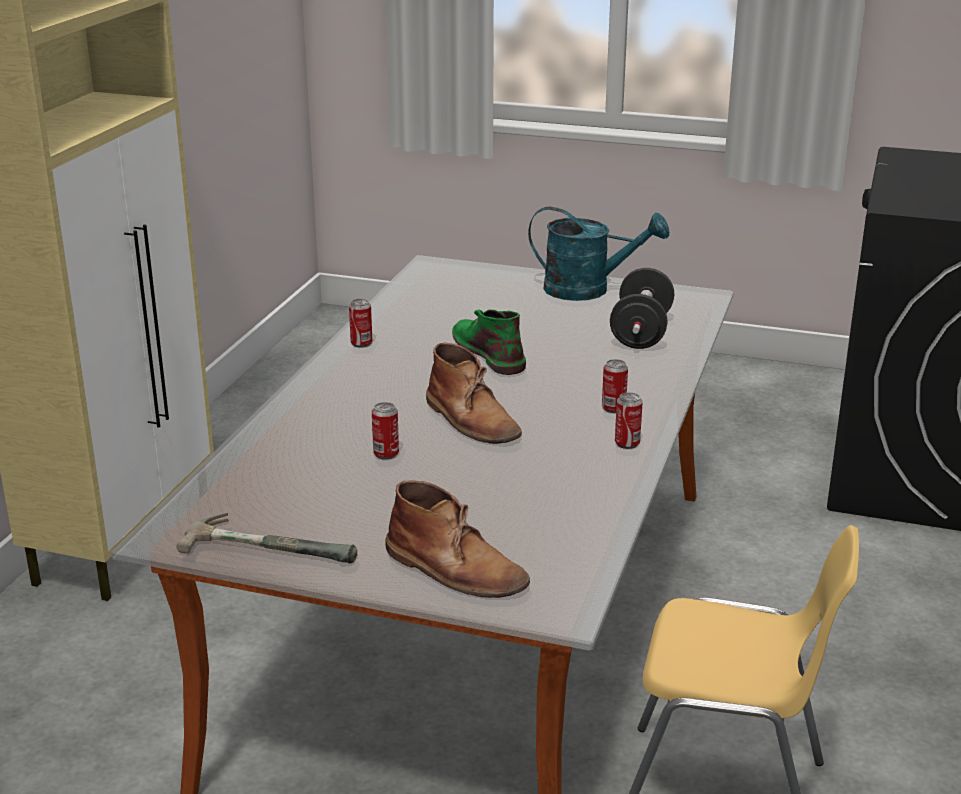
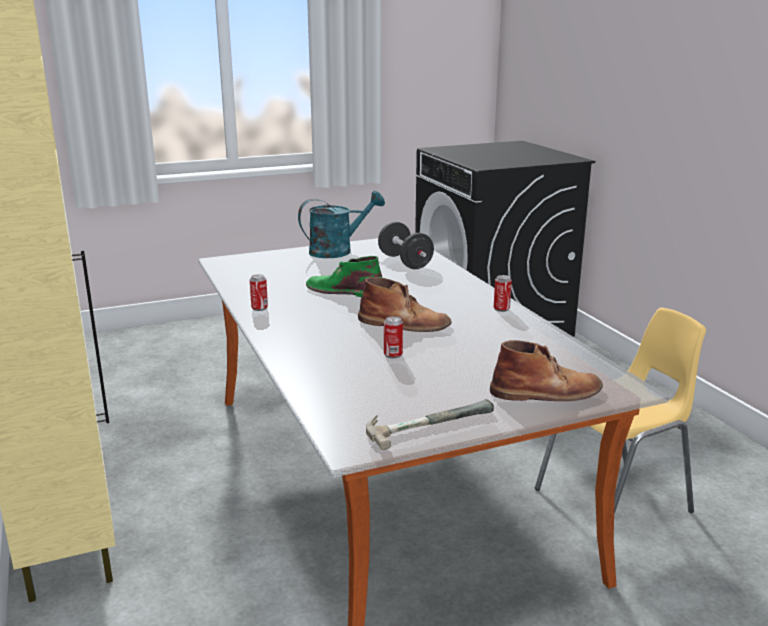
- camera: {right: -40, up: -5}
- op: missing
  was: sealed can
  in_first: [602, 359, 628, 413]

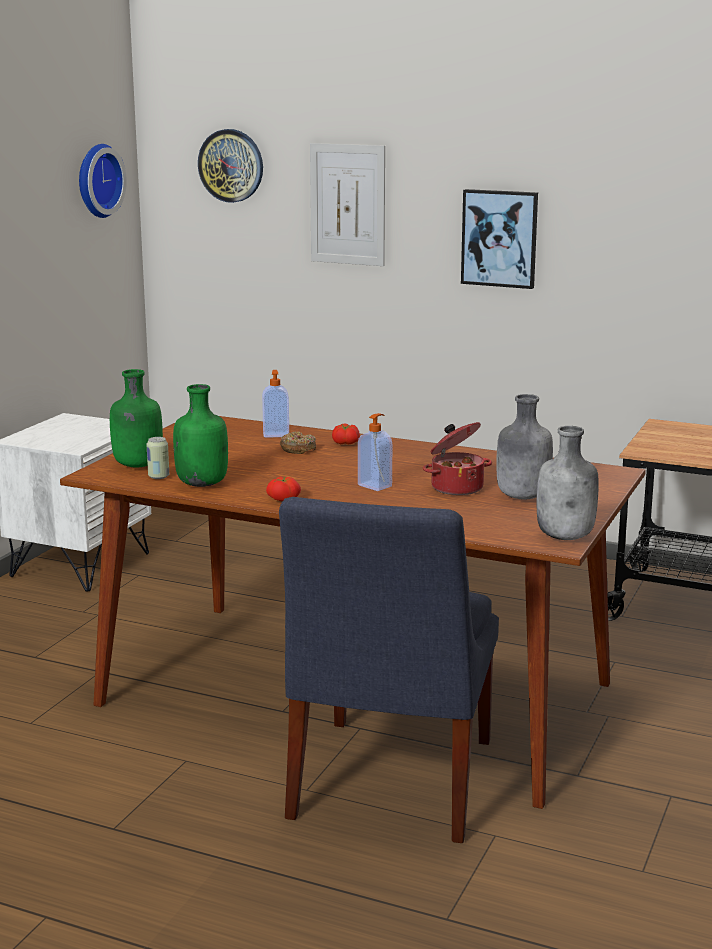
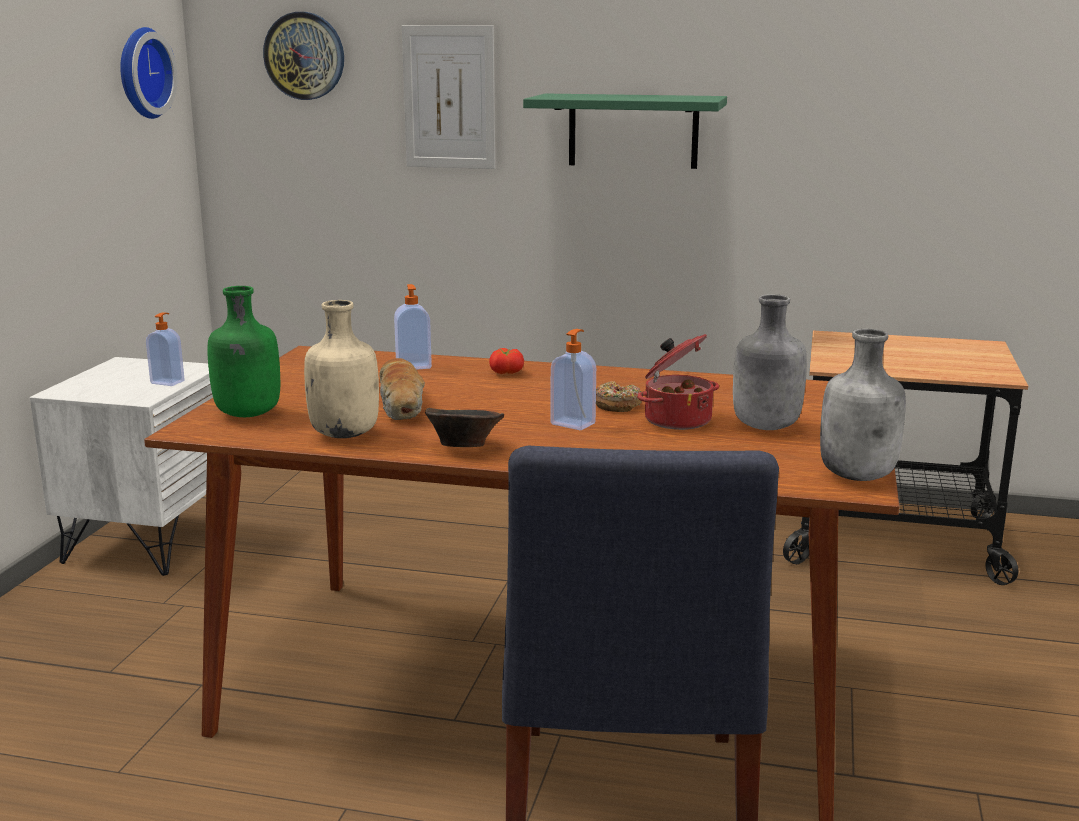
- camera: {right: -10, up: 0}
- op: appeared
  now: soap dispenser
  in_second: [146, 312, 185, 386]
- op: colour
  was: green-coloured bottle
  now: sand-coloured bottle
  in_first: [173, 384, 228, 487]
  in_second: [304, 300, 379, 438]
- op: appeared
  now: bakery bread
  in_second: [380, 358, 425, 420]
- op: exchanged
  was: whole tomato
  now: brown bowl
  in_first: [266, 476, 301, 501]
  in_second: [425, 408, 504, 447]
- op: exchanged
  was: wall picture
  now: green-coloured bracket shelf
  in_first: [461, 189, 538, 289]
  in_second: [523, 94, 727, 169]
- op: relocated
  was: donut
  in_first: [280, 431, 316, 454]
  in_second: [596, 381, 642, 412]
- op: missing
  was: sealed can
  in_first: [146, 437, 169, 479]

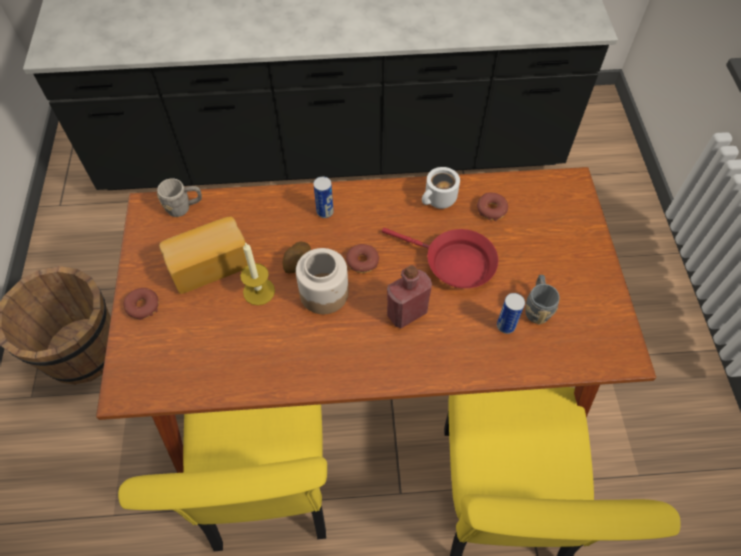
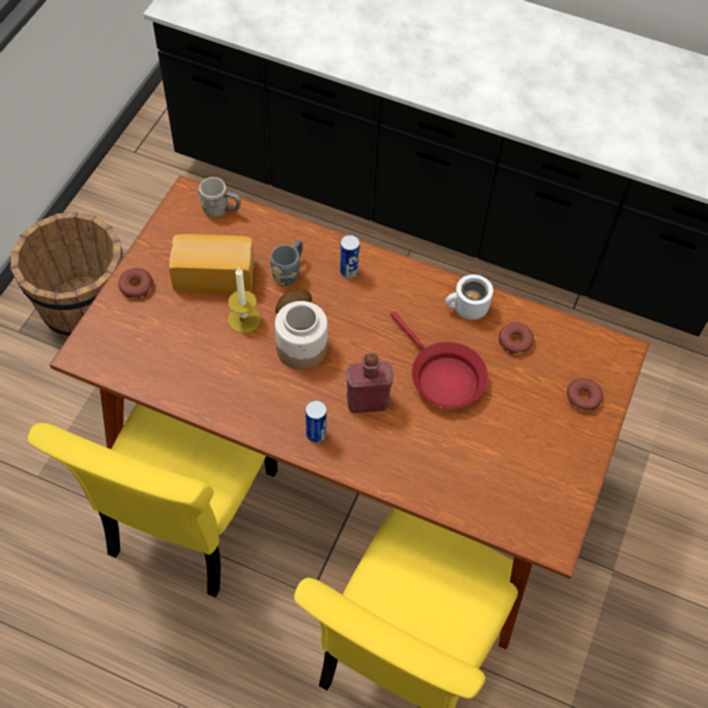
- camera: {right: 25, up: 0}
- op: relocated
  was: greyish tea mug
  in_first: [525, 275, 560, 325]
  in_second: [270, 240, 303, 286]
- op: relocated
  was: sealed can
  in_first: [497, 293, 525, 334]
  in_second: [306, 400, 327, 443]
- op: relocated
  was: donut
  in_first: [346, 244, 379, 273]
  in_second: [567, 378, 603, 411]

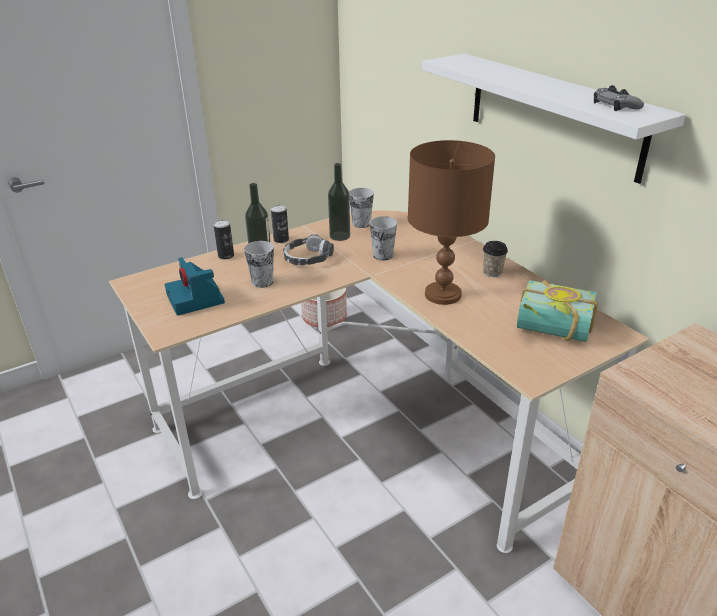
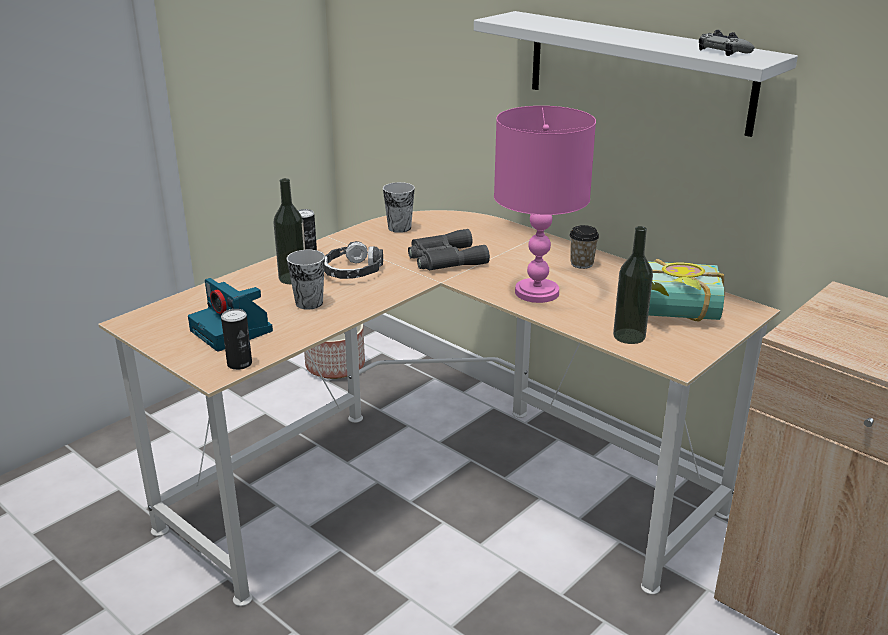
- camera: {right: -15, up: -5}
- op: relocated
  was: sealed can
  in_first: [214, 220, 234, 259]
  in_second: [221, 309, 252, 370]
- op: exchanged
  was: small cup
  now: greyish field glasses
  in_first: [370, 216, 397, 261]
  in_second: [408, 229, 490, 270]
- op: colour
  was: brown tabletop lamp
  now: pinkish tabletop lamp
  in_first: [408, 140, 495, 305]
  in_second: [494, 106, 596, 303]
- op: relocated
  was: bottle
  in_first: [328, 163, 350, 241]
  in_second: [613, 226, 653, 344]

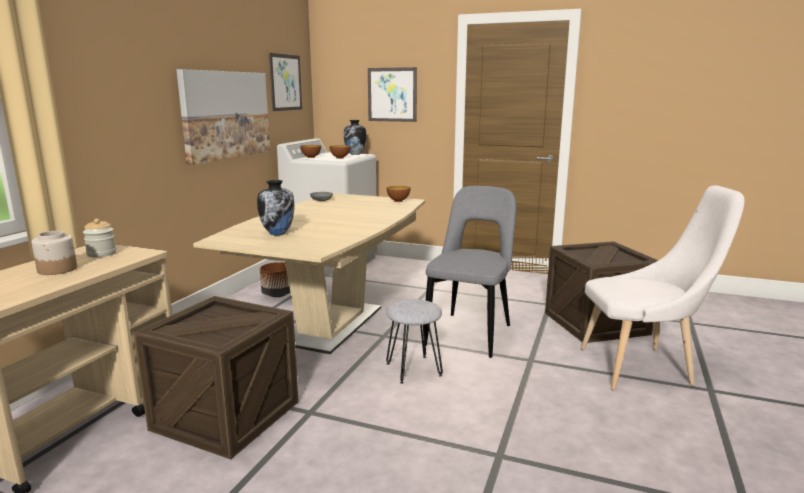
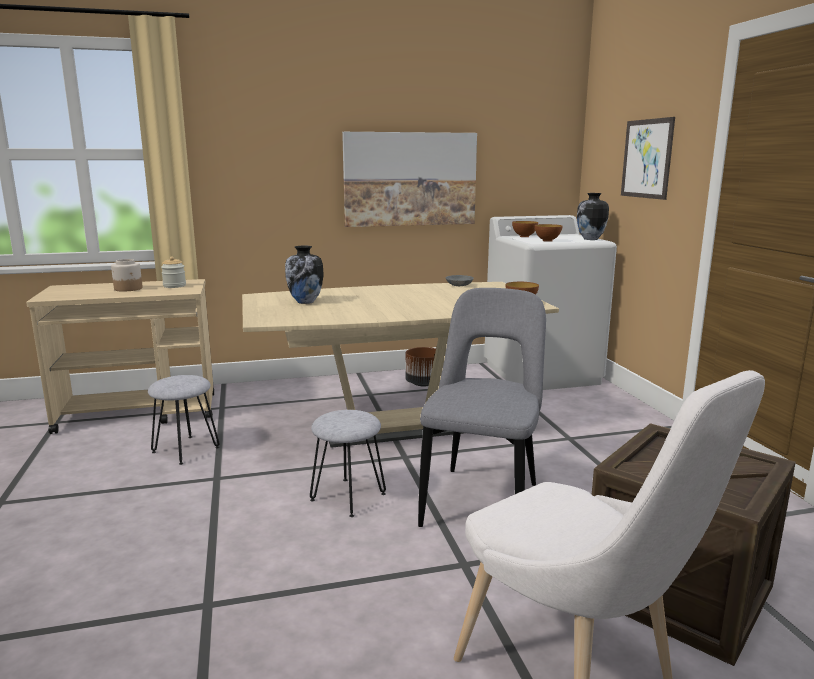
- camera: {right: 55, up: 0}
- op: exchanged
  was: shipping crate
  now: greyish stool seat
  in_first: [133, 296, 299, 459]
  in_second: [148, 375, 220, 465]
- op: spun
  was: greyish plain chair
  in_first: [424, 186, 517, 358]
  in_second: [418, 288, 546, 527]
  clockwise: -60
- op: missing
  was: wall picture
  in_first: [269, 53, 302, 111]

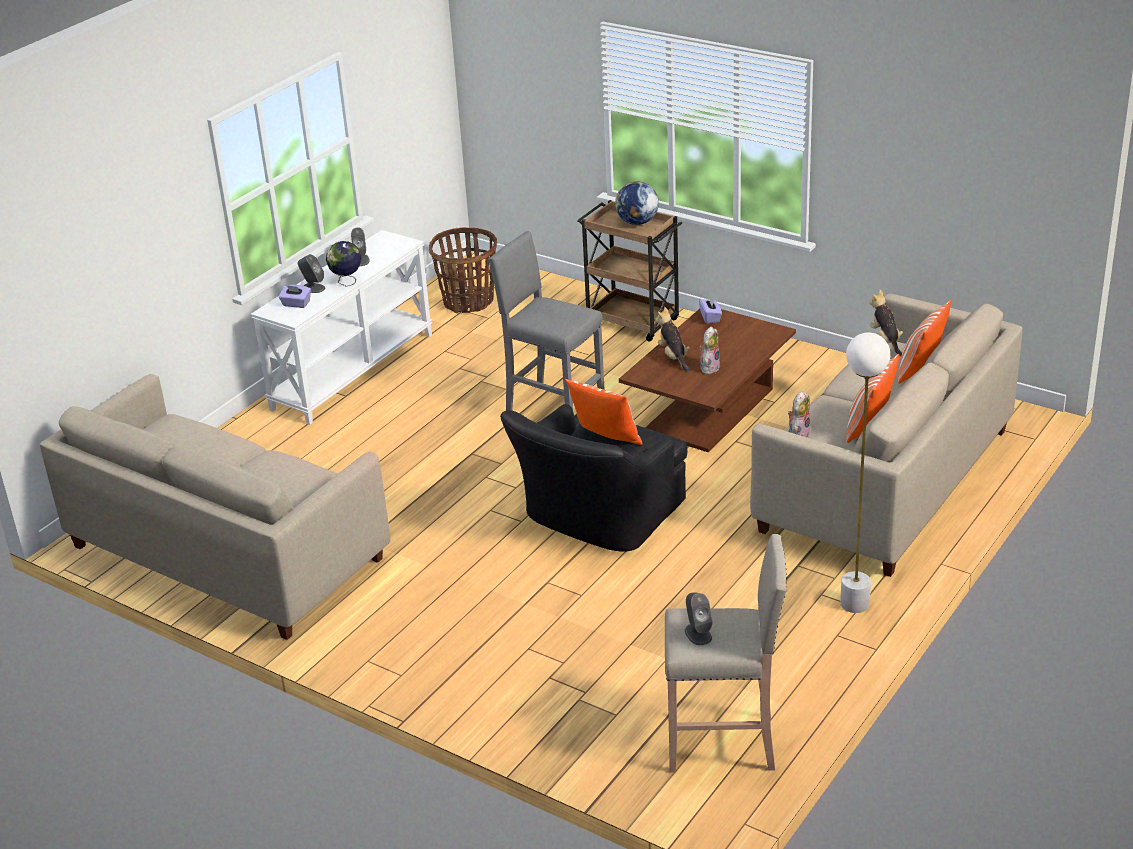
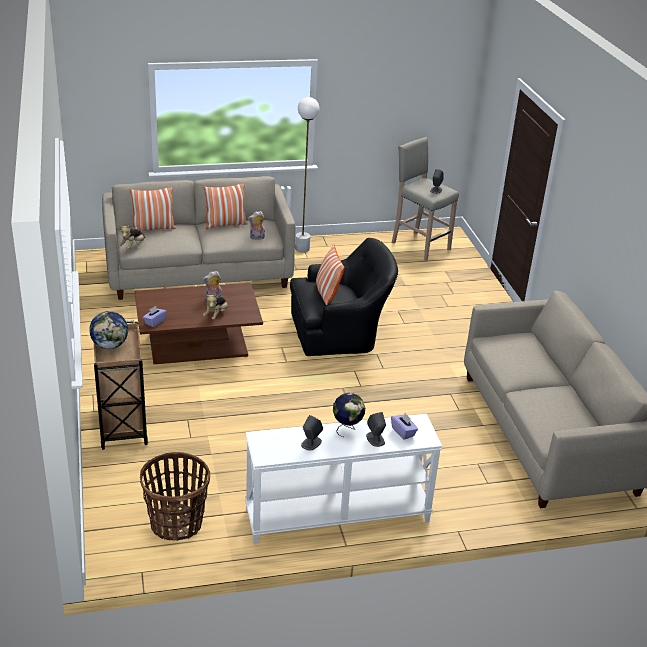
- camera: {right: -140, up: 0}
- op: missing
  was: greyish stool seat
  in_first: [488, 231, 605, 411]

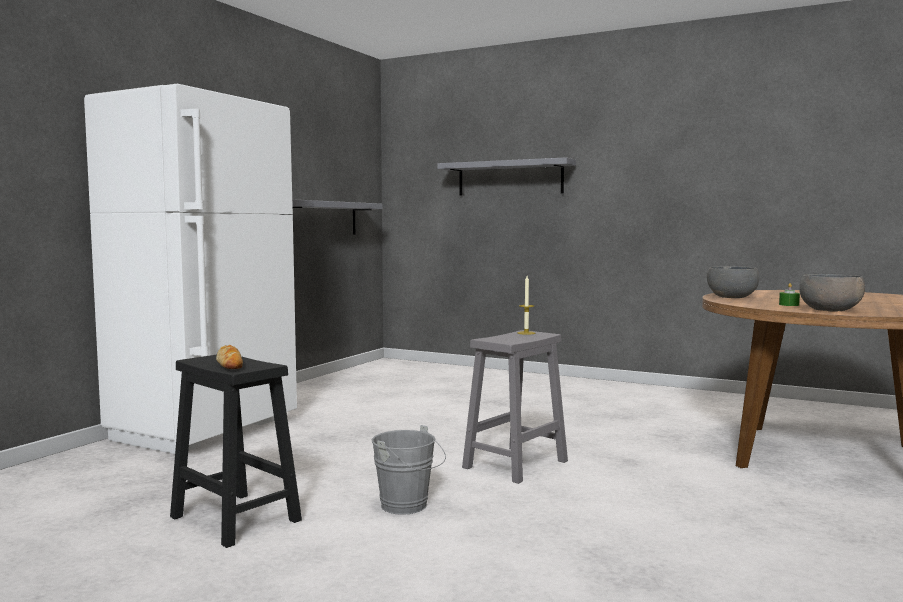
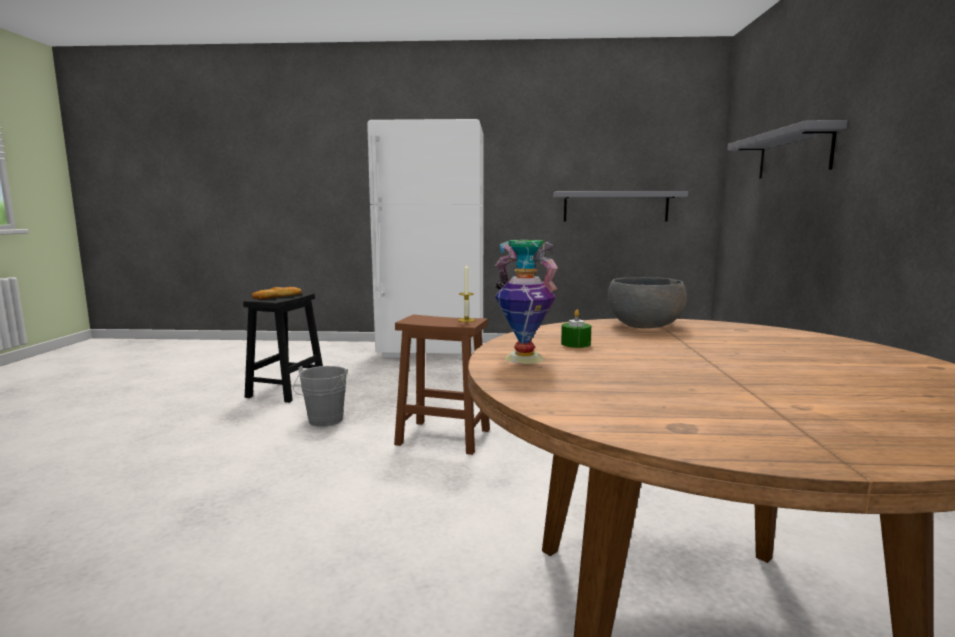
- camera: {right: 65, up: 5}
- op: colour
  was: greyish stool seat
  now: brown stool seat
  in_first: [462, 330, 568, 484]
  in_second: [394, 315, 490, 455]
- op: exchanged
  was: greyish bowl
  now: flower vase
  in_first: [799, 274, 865, 311]
  in_second: [495, 240, 558, 364]

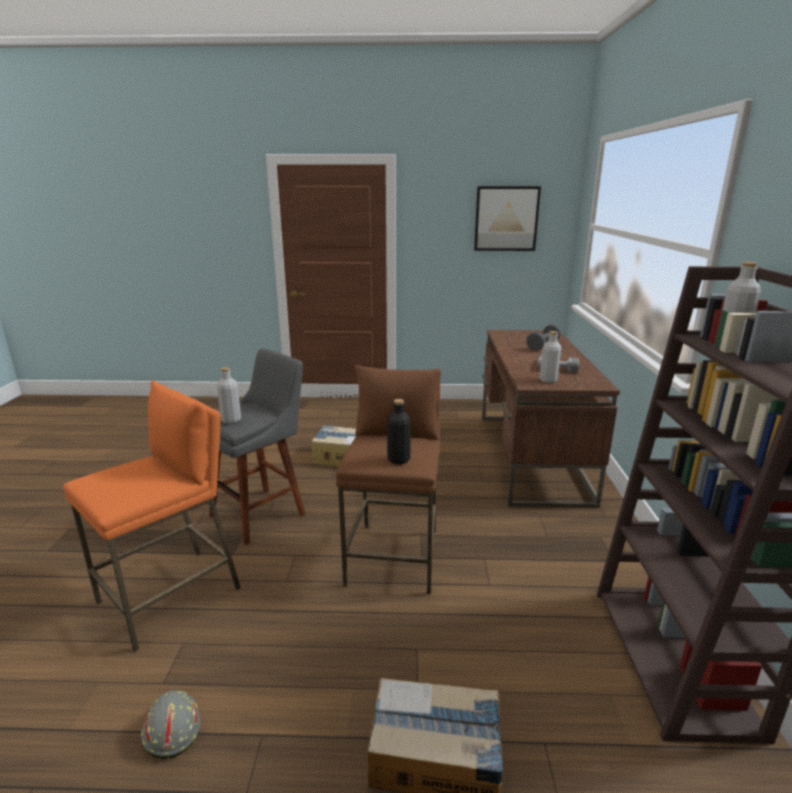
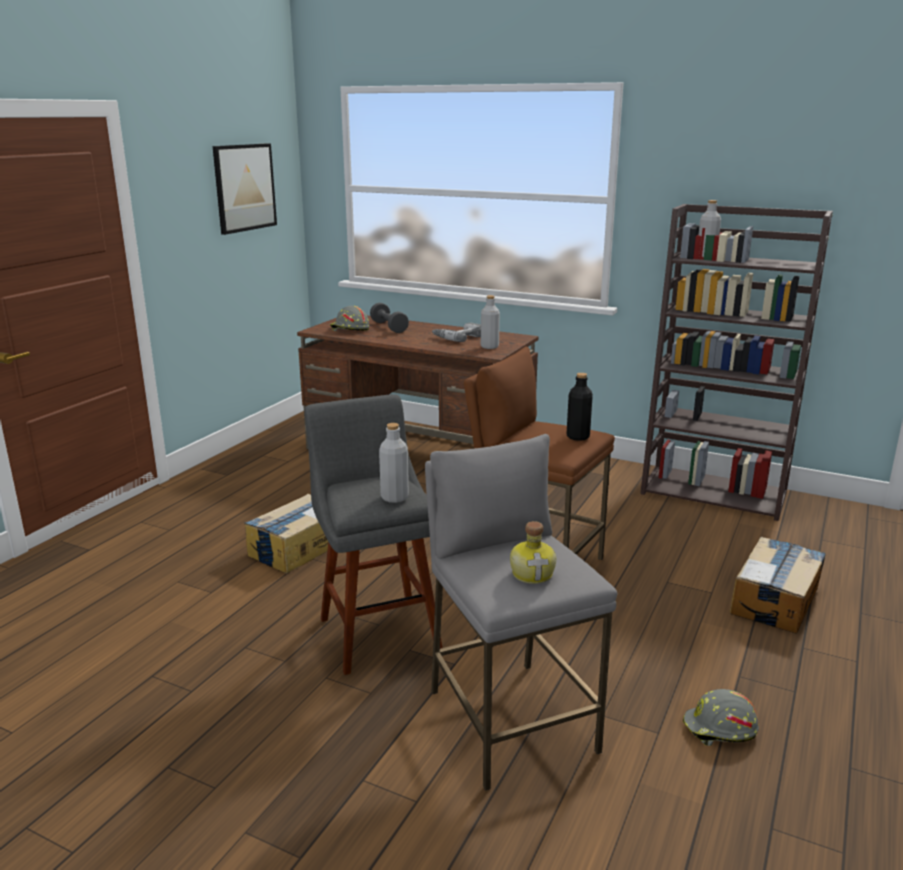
- camera: {right: -65, up: 0}
- op: appeared
  now: greyish safety helmet
  in_second: [330, 306, 370, 331]
- op: colour
  was: orangey stool seat
  now: greyish stool seat
  in_first: [63, 380, 241, 652]
  in_second: [425, 434, 617, 791]
- op: appeared
  now: bottle
  in_second: [510, 521, 556, 584]

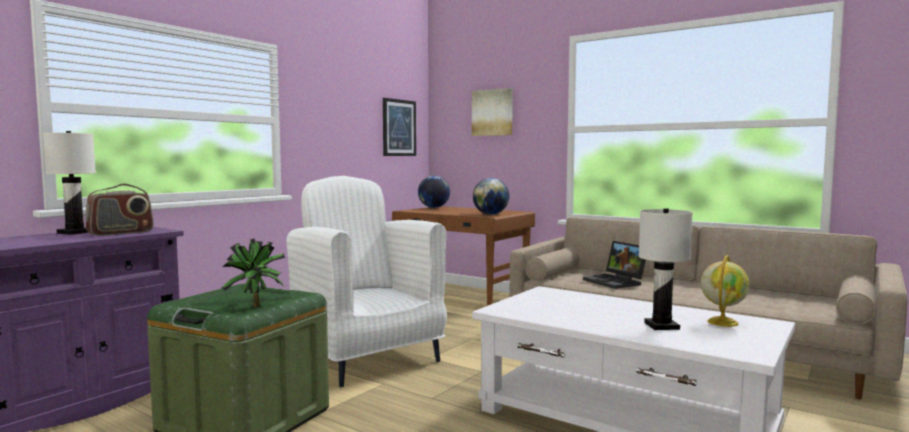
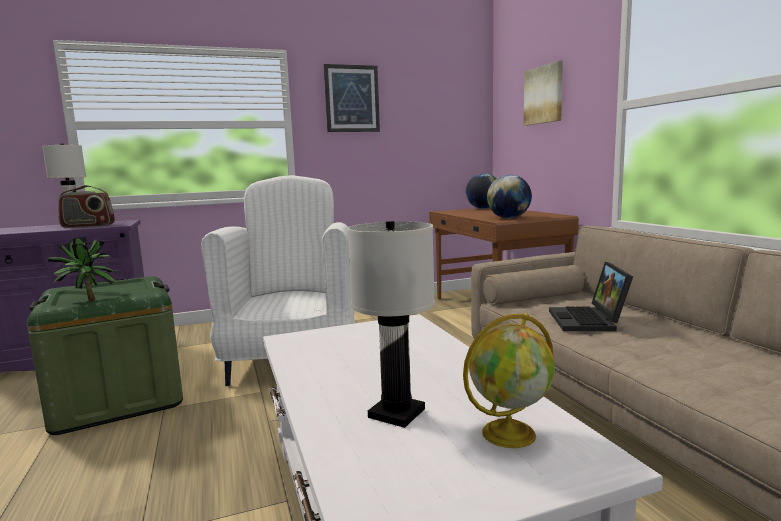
- camera: {right: 35, up: 5}
- op: relocated
  was: wall picture
  in_first: [383, 98, 416, 156]
  in_second: [324, 64, 380, 132]

